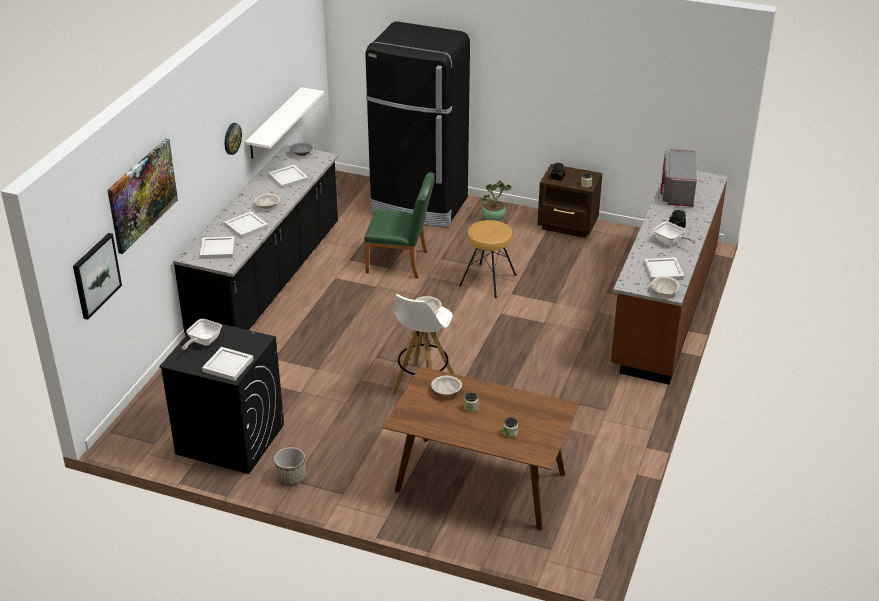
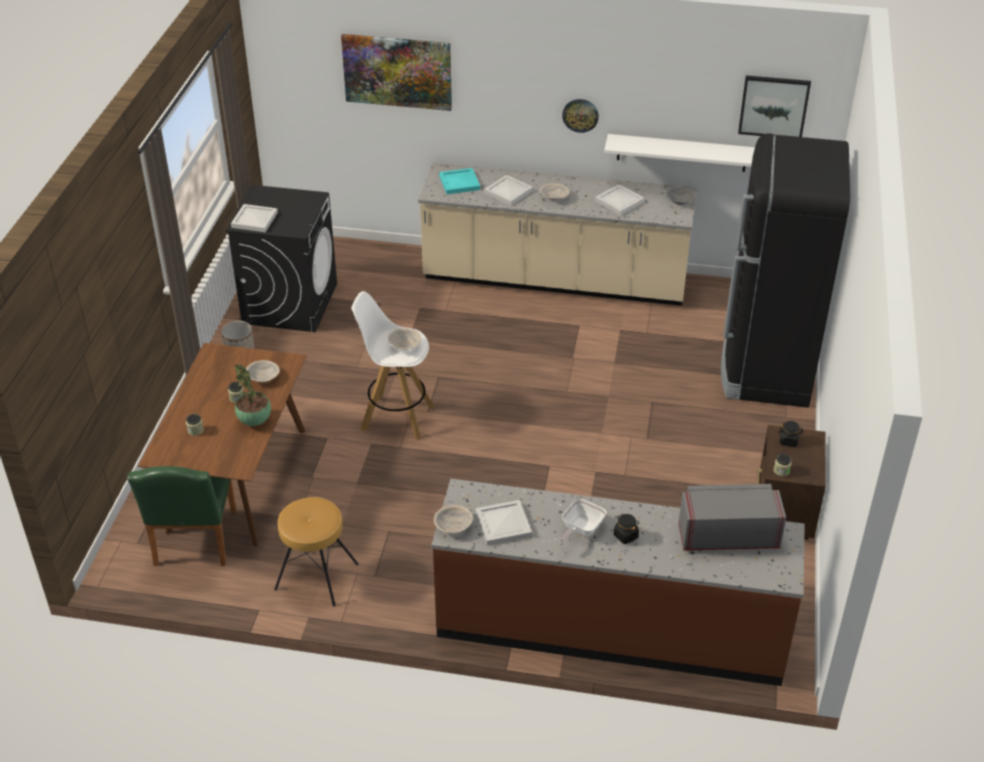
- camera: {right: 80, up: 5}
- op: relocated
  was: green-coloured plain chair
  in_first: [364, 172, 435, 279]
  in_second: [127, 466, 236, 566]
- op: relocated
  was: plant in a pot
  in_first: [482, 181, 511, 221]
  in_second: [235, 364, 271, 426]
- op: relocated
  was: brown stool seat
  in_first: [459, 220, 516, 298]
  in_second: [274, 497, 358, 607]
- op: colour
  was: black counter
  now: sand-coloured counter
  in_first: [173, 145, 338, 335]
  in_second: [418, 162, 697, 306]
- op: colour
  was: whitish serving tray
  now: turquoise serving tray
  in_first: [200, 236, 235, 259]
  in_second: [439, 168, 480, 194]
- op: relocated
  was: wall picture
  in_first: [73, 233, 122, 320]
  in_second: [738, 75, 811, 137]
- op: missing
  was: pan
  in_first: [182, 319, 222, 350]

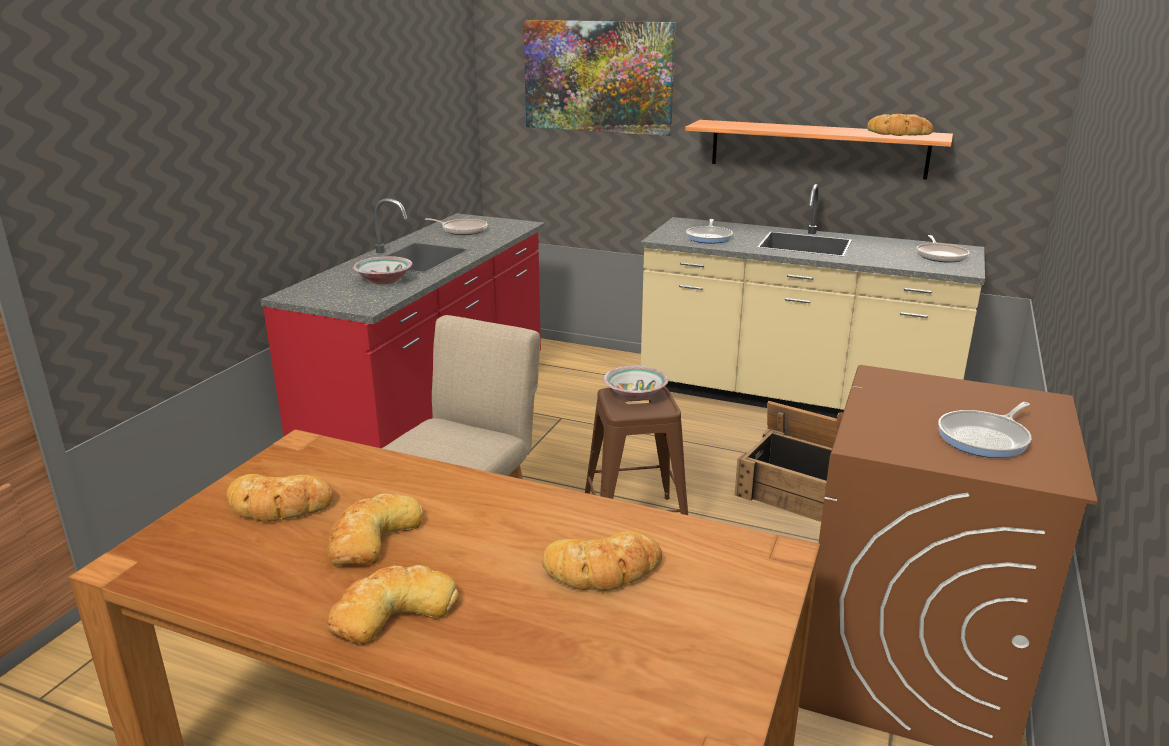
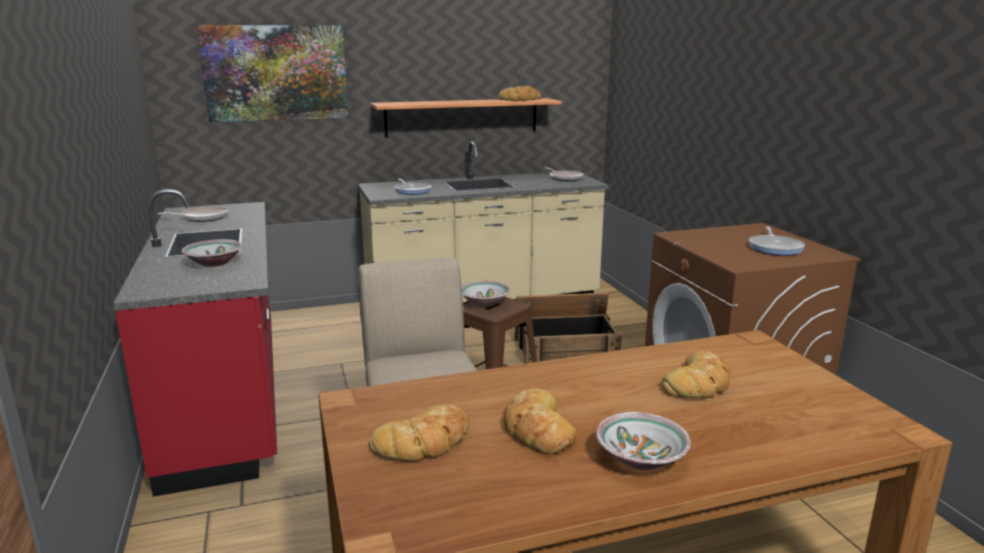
- camera: {right: -40, up: -5}
- op: exchanged
  was: bakery bread
  now: bowl
  in_first: [327, 565, 459, 645]
  in_second: [596, 412, 691, 470]

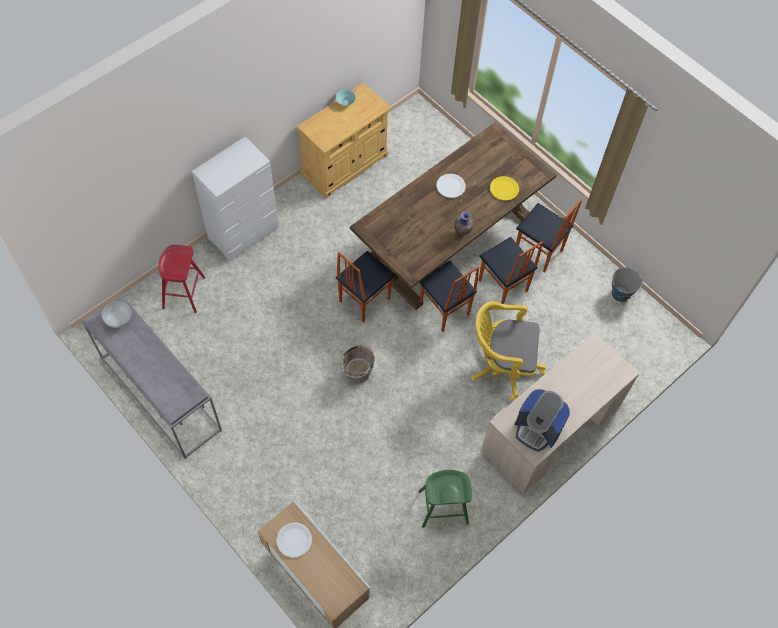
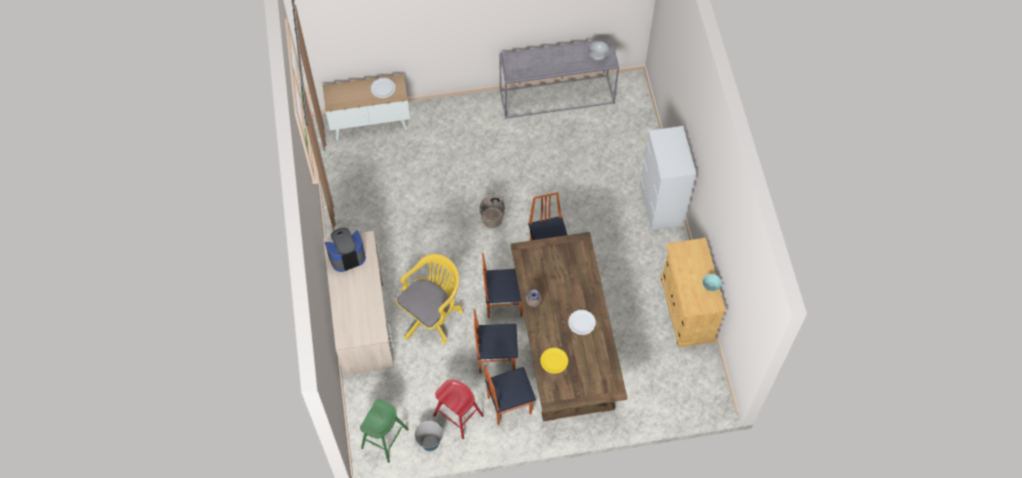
- camera: {right: 125, up: 0}
- op: relocated
  was: green-coloured stool seat
  in_first: [418, 470, 472, 528]
  in_second: [360, 399, 409, 463]
- op: relocated
  was: red-coloured stool seat
  in_first: [158, 245, 205, 313]
  in_second: [433, 379, 484, 439]

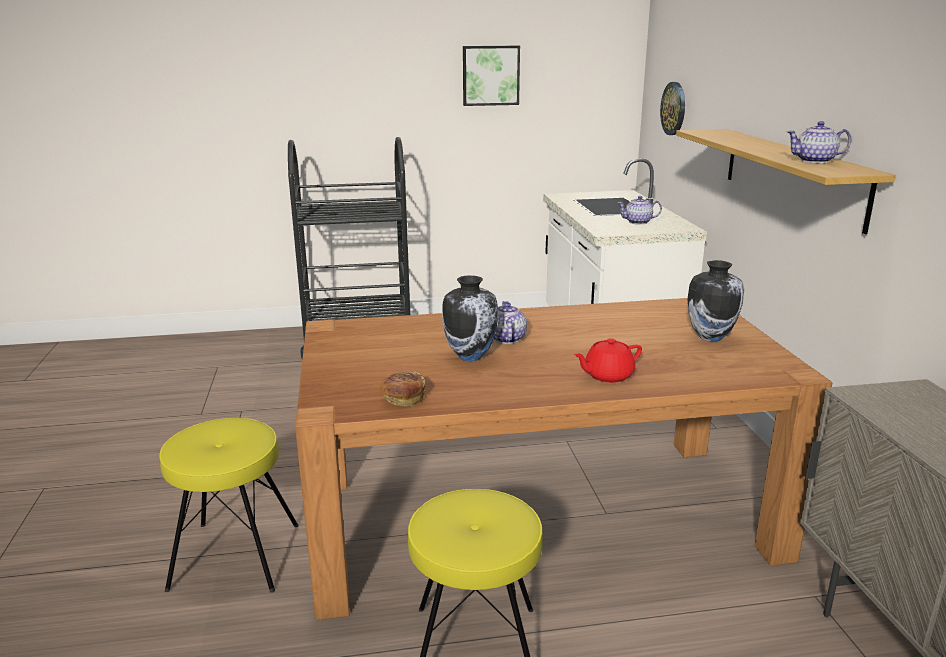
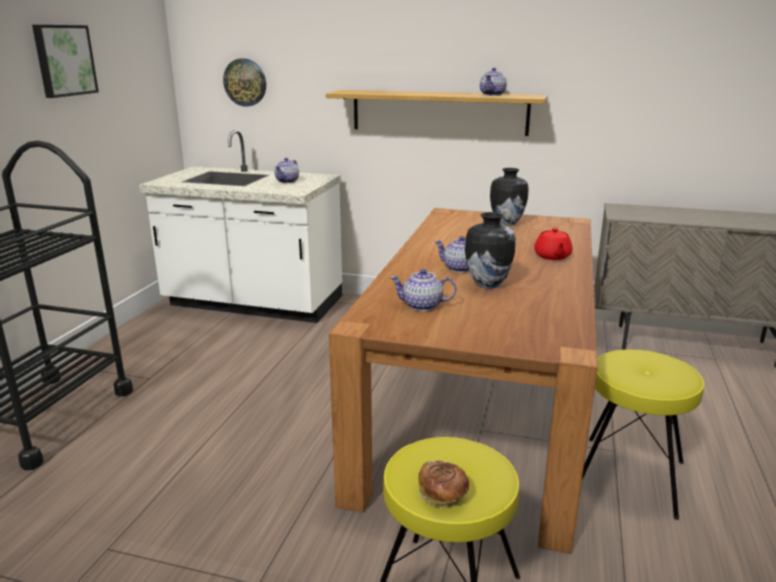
- camera: {right: -65, up: 0}
- op: appeared
  now: teapot
  in_second: [390, 269, 456, 311]
- op: relocated
  was: bakery bread
  in_first: [380, 371, 426, 407]
  in_second: [419, 461, 469, 507]

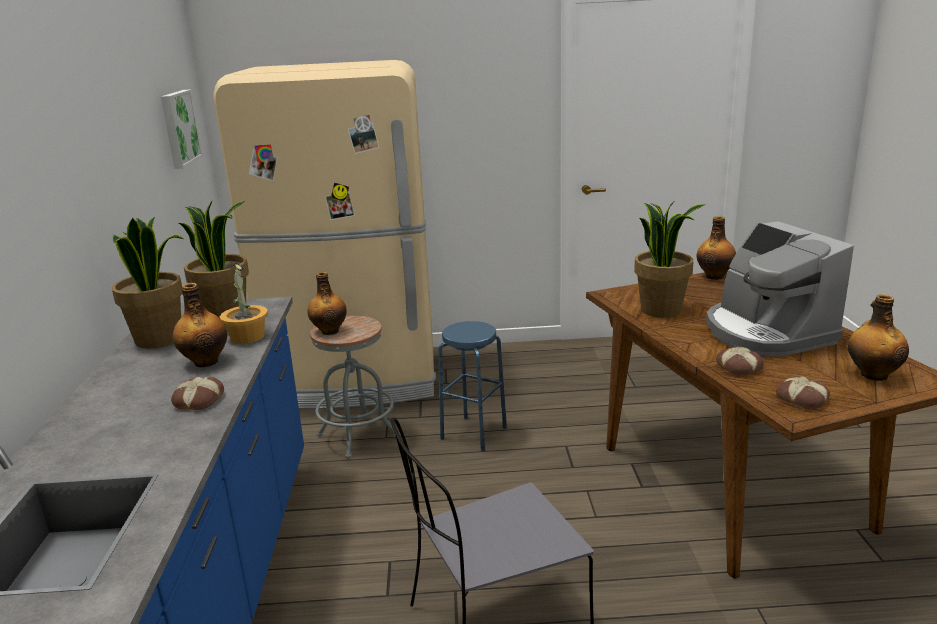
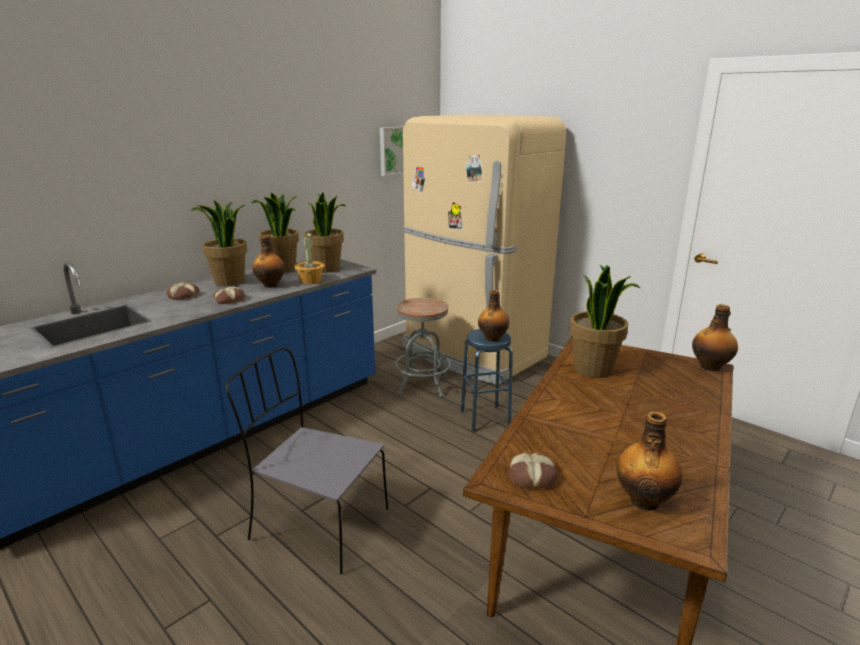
- camera: {right: 45, up: 0}
- op: relocated
  was: bakery bread
  in_first: [716, 347, 764, 376]
  in_second: [167, 282, 199, 299]
- op: appeared
  now: plant in a pot
  in_second: [190, 200, 247, 286]
- op: relocated
  was: bottle
  in_first: [308, 272, 347, 335]
  in_second: [478, 290, 509, 342]
- op: missing
  was: coffee maker
  in_first: [706, 221, 854, 356]

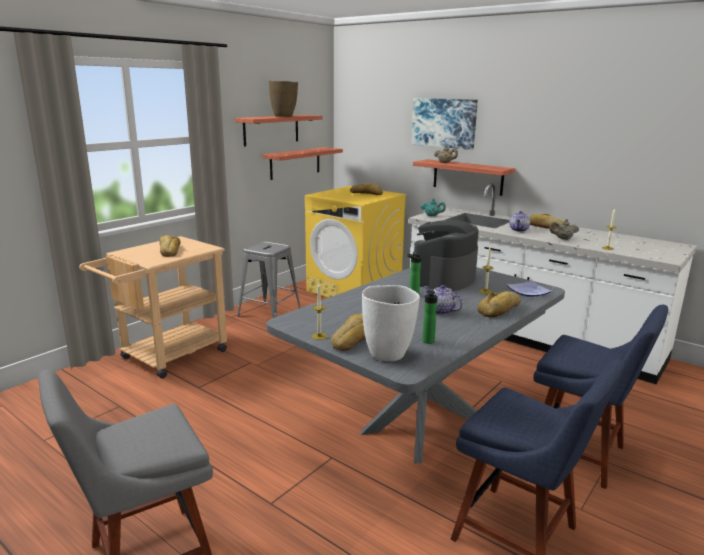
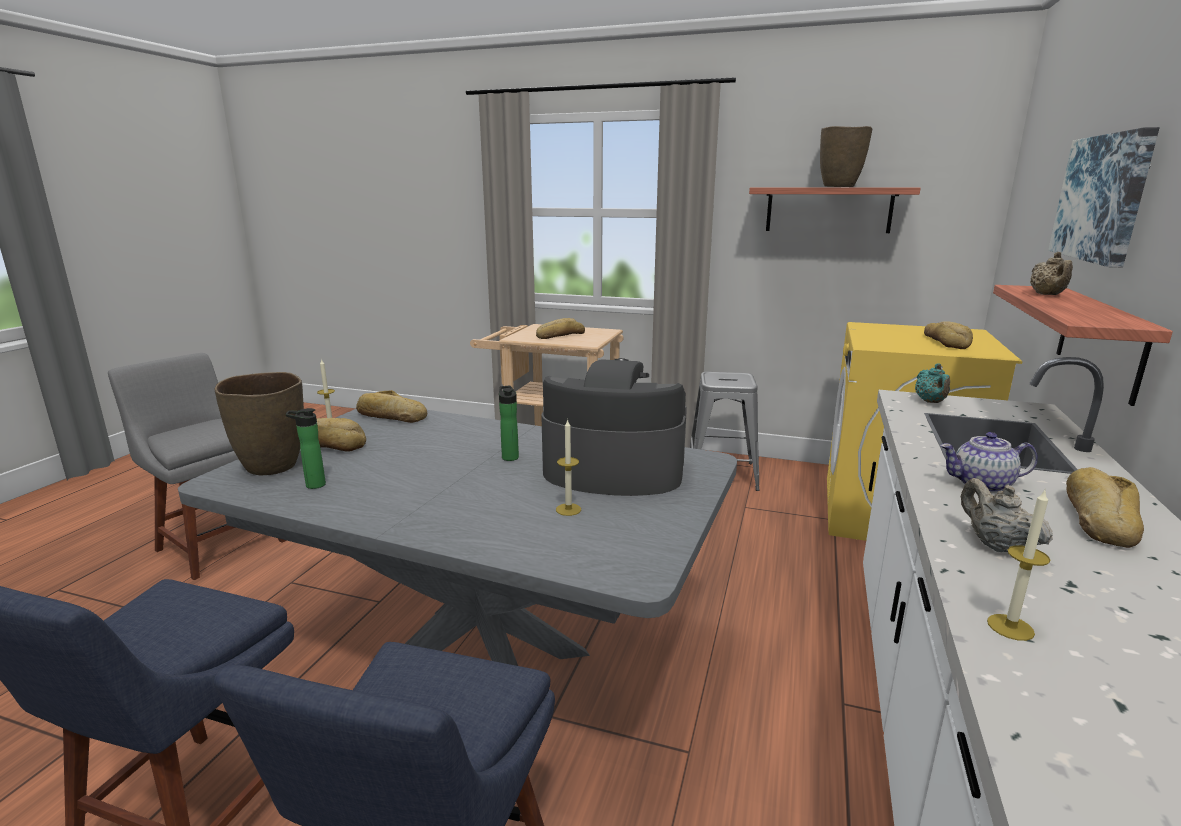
- camera: {right: 70, up: 0}
- op: colour
  was: whitish flower vase
  now: brown flower vase
  in_first: [362, 285, 420, 361]
  in_second: [215, 372, 304, 475]
- op: relocated
  was: bakery bread
  in_first: [477, 291, 521, 318]
  in_second: [356, 390, 427, 423]
- op: missing
  was: bracket shelf
  in_first: [262, 147, 343, 180]
- op: missing
  was: teapot
  in_first: [424, 285, 463, 315]
- op: missing
  was: dinner plate
  in_first: [507, 281, 552, 296]

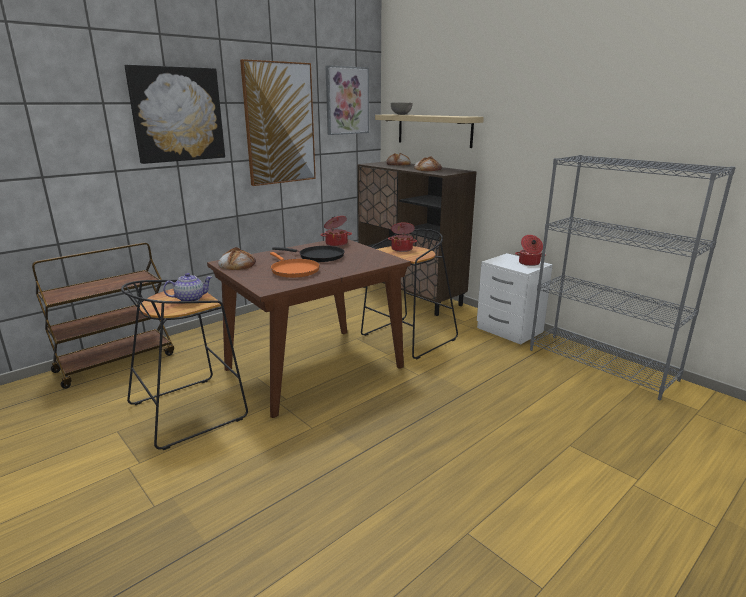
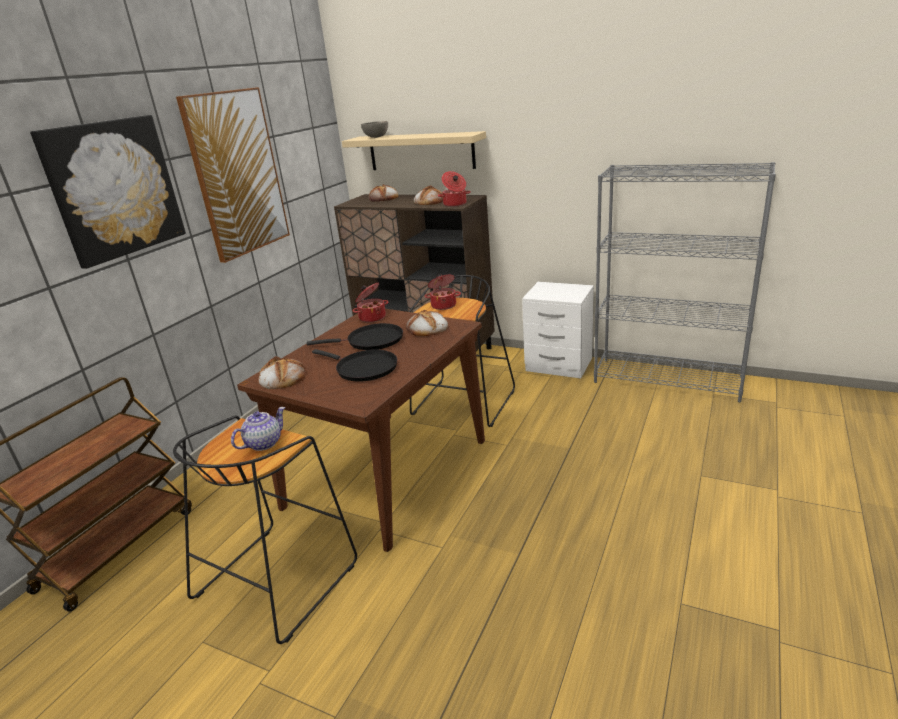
- camera: {right: -20, up: 5}
- op: colour
  was: orangey pan
  now: black pan
  in_first: [270, 252, 320, 278]
  in_second: [312, 349, 397, 381]
- op: appeared
  now: bakery bread
  in_second: [406, 310, 448, 337]
- op: relocated
  was: stockpot
  in_first: [515, 235, 546, 266]
  in_second: [438, 171, 471, 207]
- op: missing
  was: wall picture
  in_first: [325, 65, 369, 135]

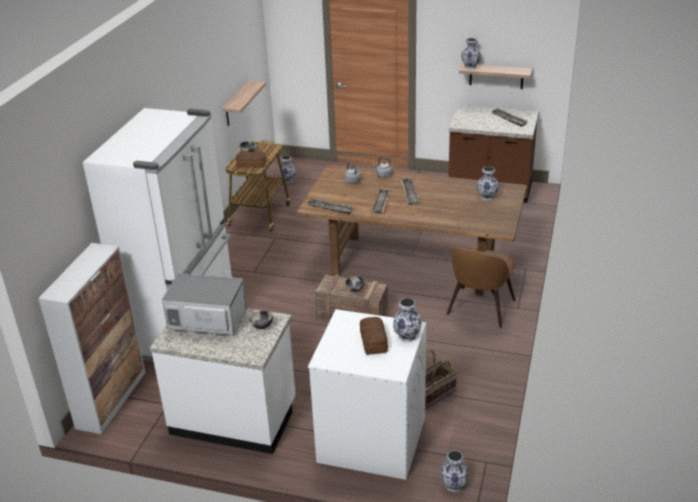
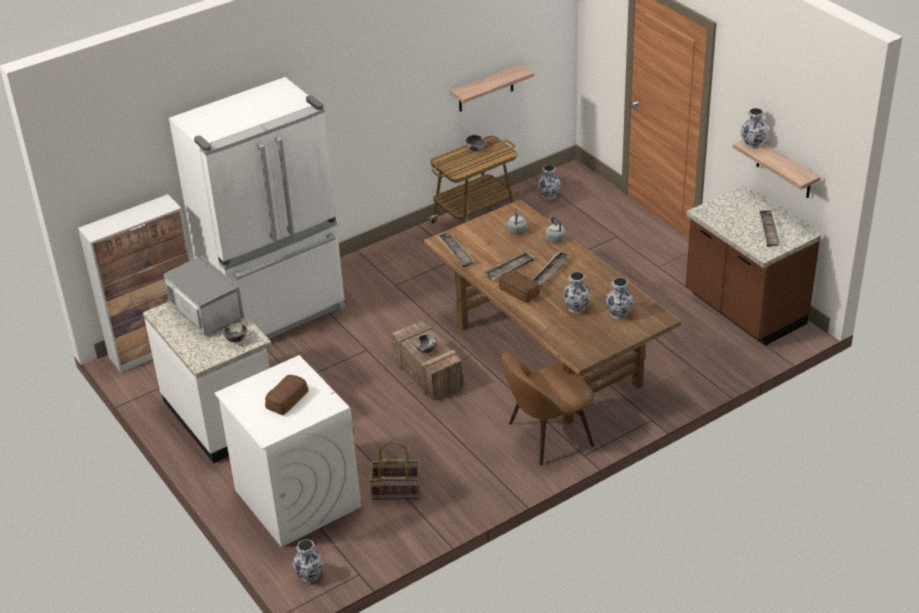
- camera: {right: 40, up: 5}
- op: relocated
  was: bakery bread
  in_first: [236, 152, 266, 168]
  in_second: [499, 270, 540, 303]
- op: relocated
  was: flower vase
  in_first: [393, 298, 422, 342]
  in_second: [564, 272, 590, 313]

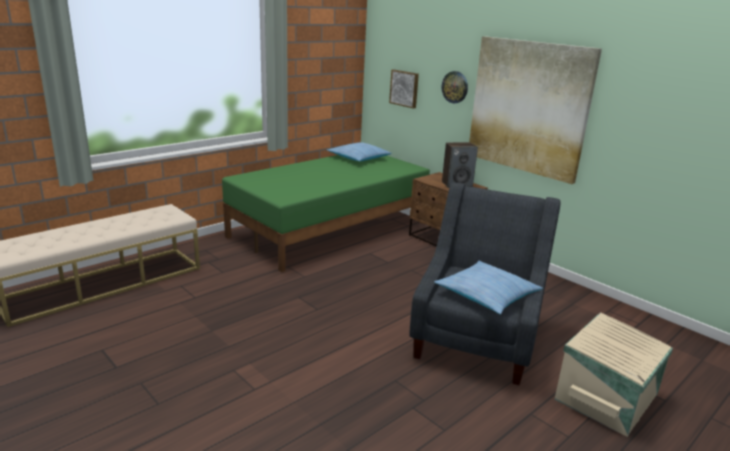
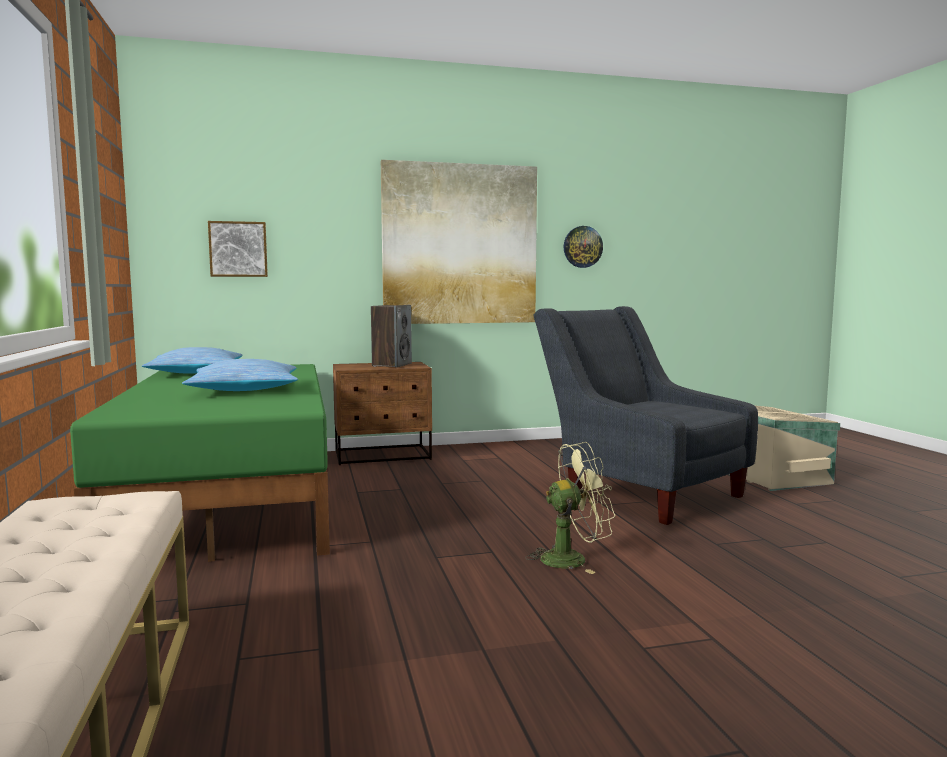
- camera: {right: -60, up: -15}
- op: relocated
  was: throw pillow
  in_first: [434, 261, 543, 314]
  in_second: [182, 359, 298, 391]
- op: appeared
  now: green-coloured cooling fan
  in_second: [525, 442, 616, 574]
- op: relocated
  was: wall clock
  in_first: [442, 71, 468, 103]
  in_second: [564, 226, 603, 268]

